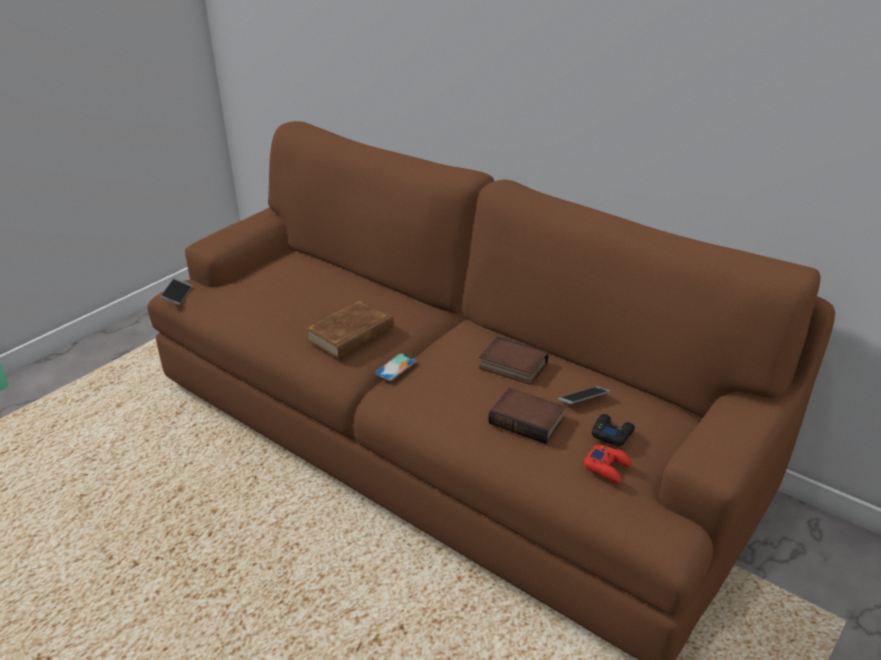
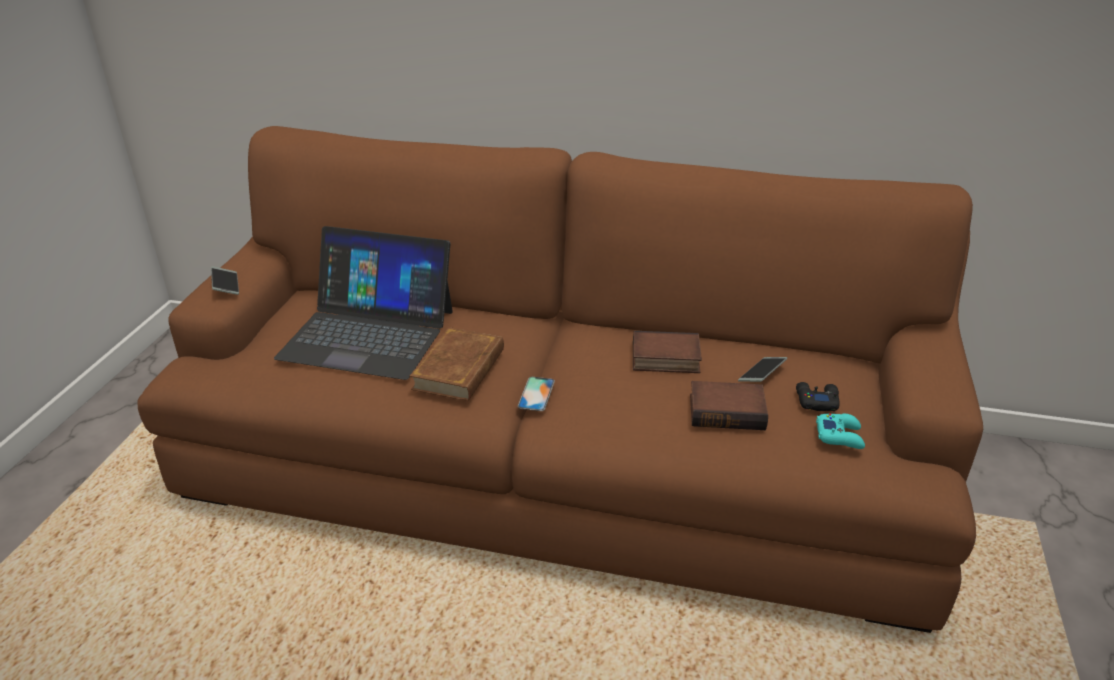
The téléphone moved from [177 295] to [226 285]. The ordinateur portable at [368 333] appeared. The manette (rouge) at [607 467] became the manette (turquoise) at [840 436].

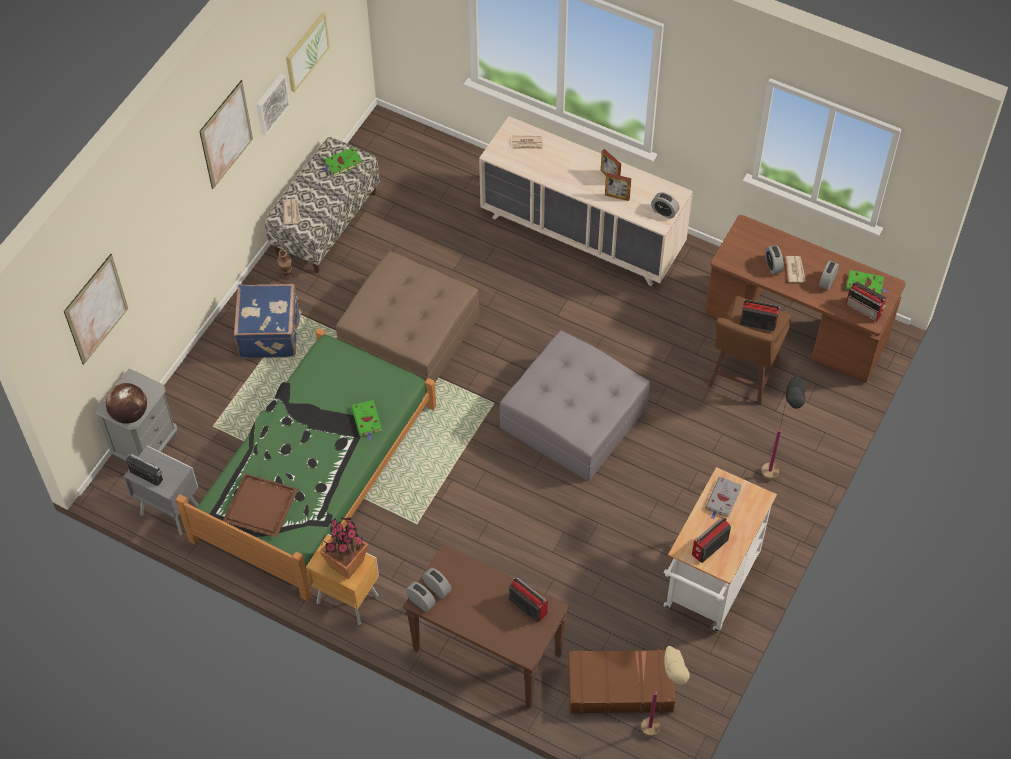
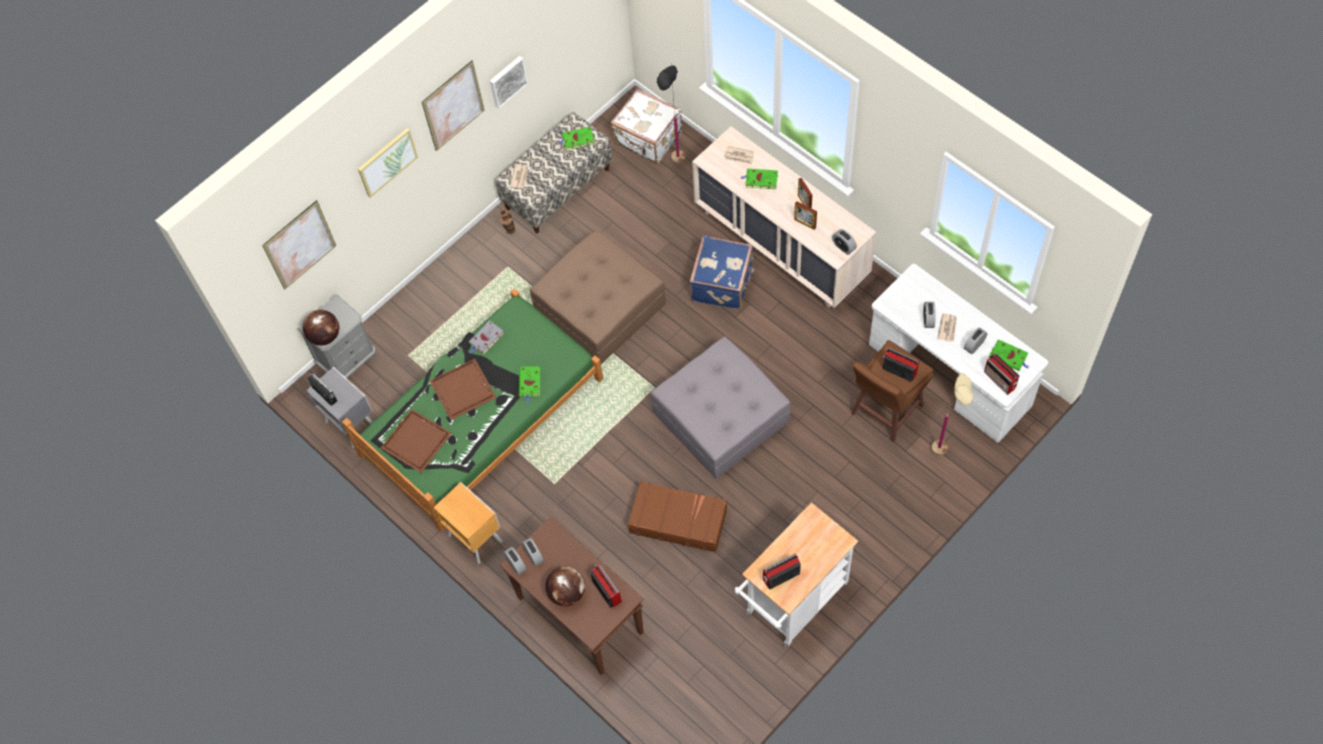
The tableau moved from [306 51] to [387 161]. The plateau (marron) at [464 390] appeared. The livre (gris) moved from [723 499] to [486 339]. The globe at [567 593] appeared. The valise (blanc) at [648 139] appeared. The valise (marron) moved from [620 686] to [678 520]. The lampadaire (noir) moved from [771 487] to [675 170]. The valise (bleu) moved from [270 333] to [723 283]. The livre (vert) at [760 180] appeared. The bureau (marron) at [795 328] became the bureau (blanc) at [949 376]. The lampadaire (beige) moved from [657 744] to [942 462]. The plante en pot at [346 563] disappeared.

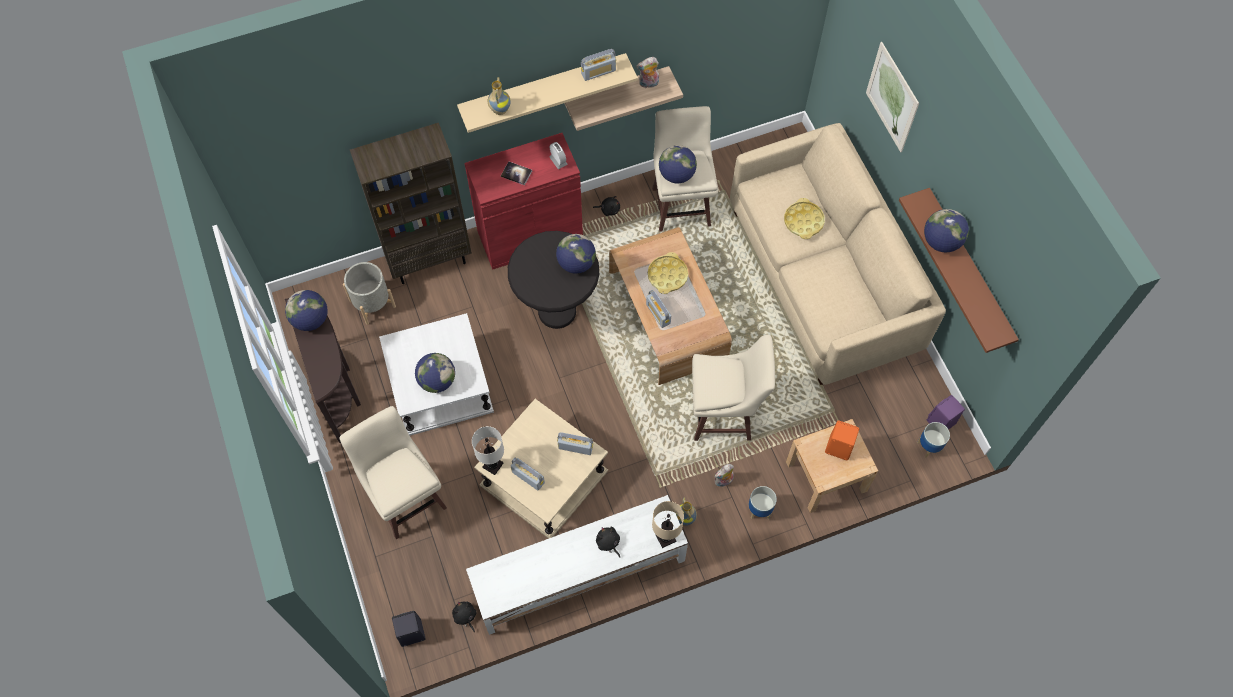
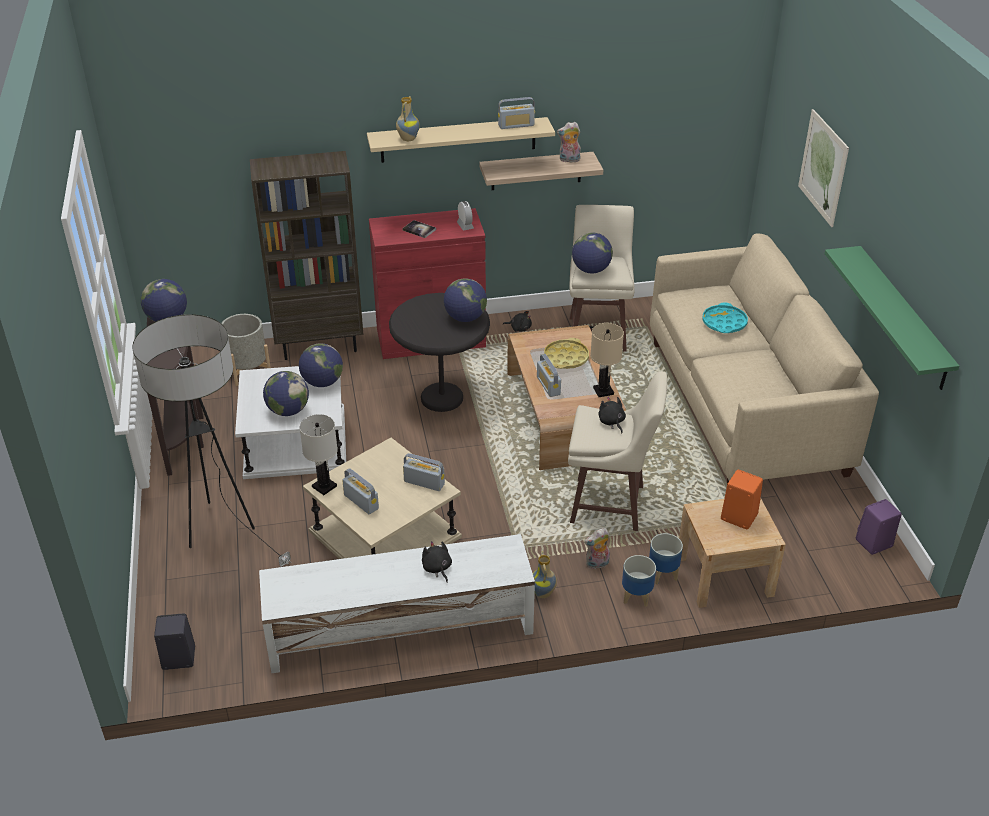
The tabouret (beige) at [406 498] was replaced by the lampadaire at [222 531]. The globe moved from [941 242] to [322 382]. The lampe de table (beige) moved from [665 538] to [603 391]. The peluche (noir) moved from [465 616] to [611 422]. The cache-pot moved from [929 446] to [662 574]. The plateau (jaune) at [803 221] became the plateau (turquoise) at [724 323]. The étagère (marron) at [968 269] became the étagère (vert) at [902 318].

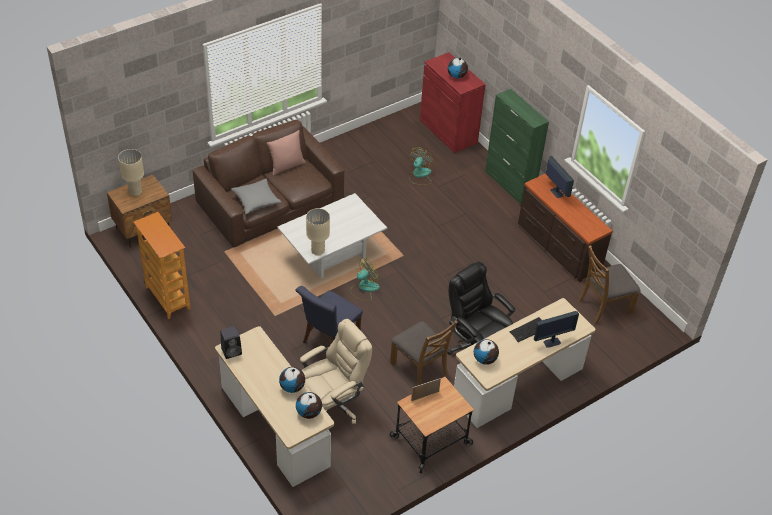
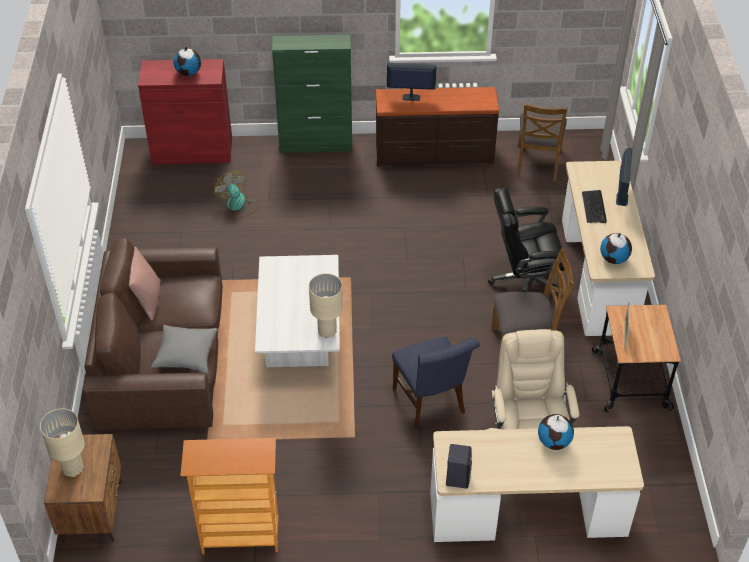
The globe at [309 413] disappeared. The ventilateur at [364 288] disappeared.

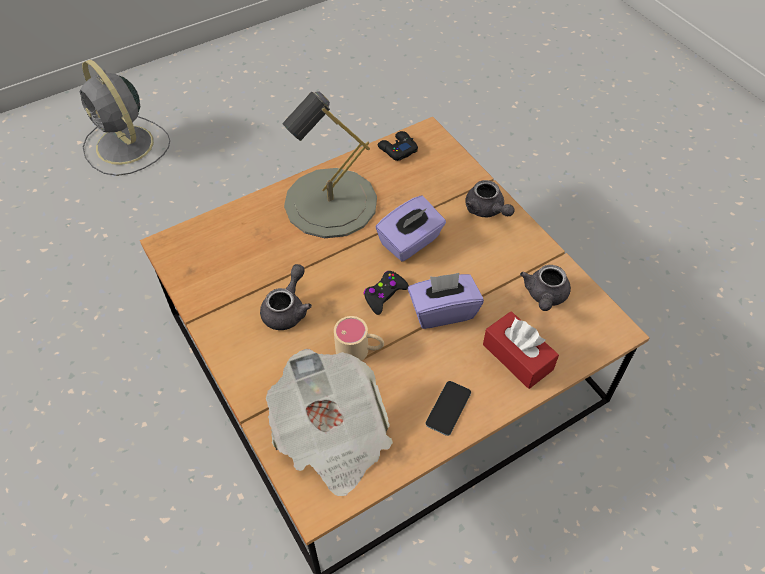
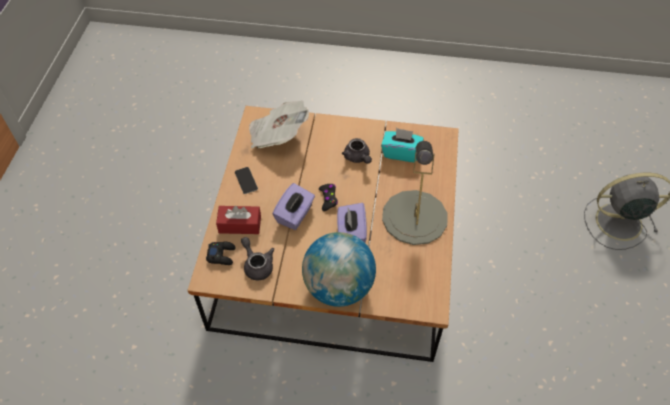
The manette (noir) moved from [397 149] to [221 255]. The théière (gris) at [487 210] was replaced by the globe at [338 287]. The boîte à mouchoirs (turquoise) at [401 153] appeared. The mug (beige) at [359 350] disappeared.

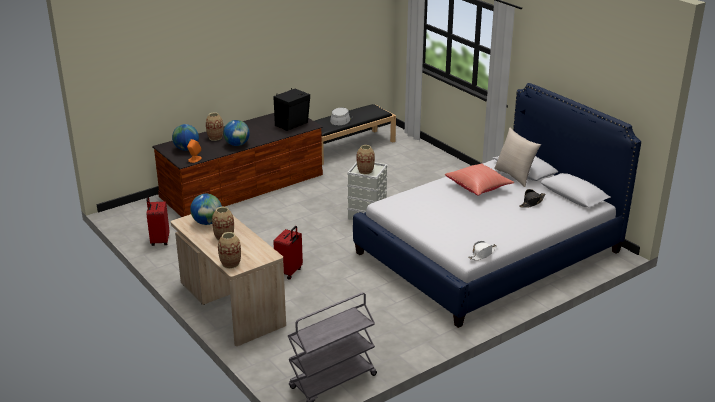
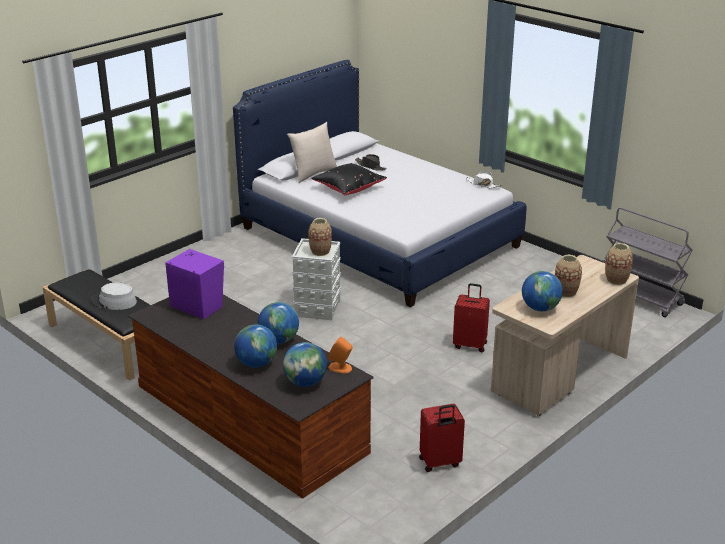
The enceinte (noir) at [293 124] became the enceinte (violet) at [197 305]. The vase at [215 137] was replaced by the globe at [256 363]. The coussin (rouge) at [478 188] became the coussin (noir) at [348 189].

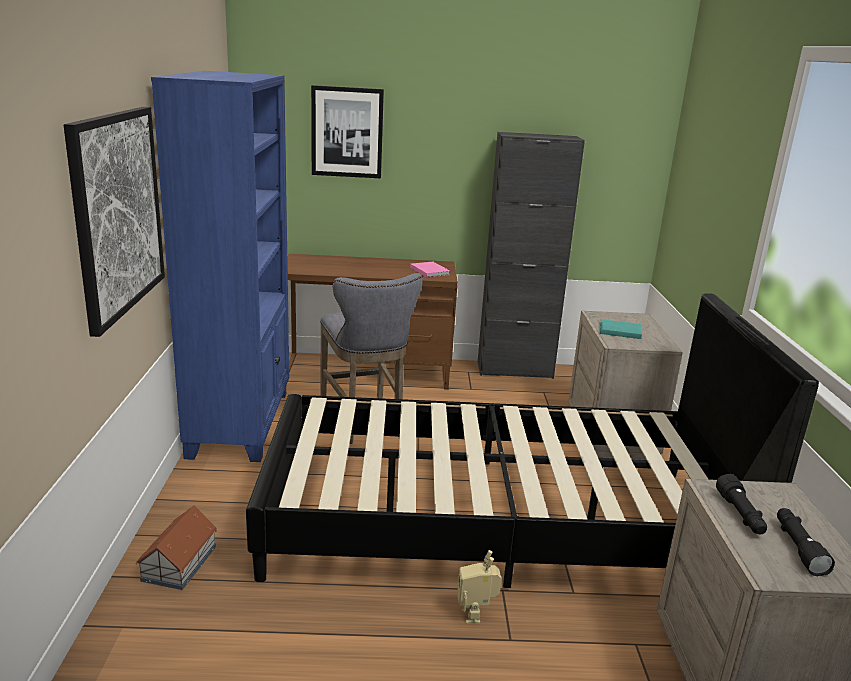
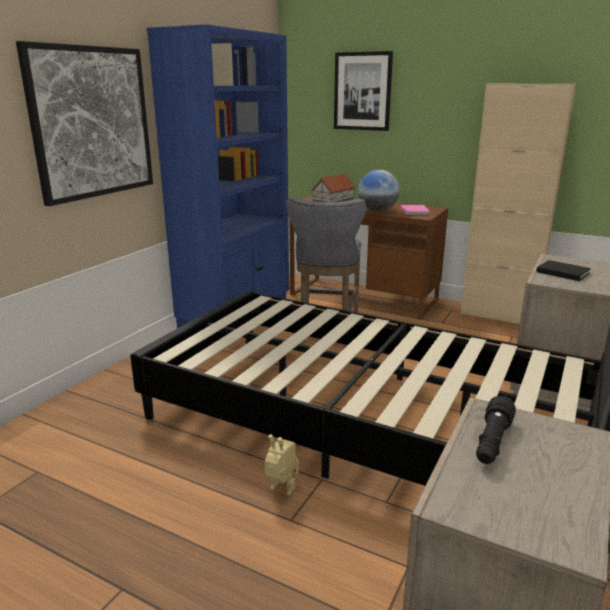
The robot jouet at [476 614] turned 90 degrees clockwise. The maison miniature moved from [180 562] to [333 201]. The globe at [378 211] appeared. The meuble de rangement (noir) at [514 370] became the meuble de rangement (beige) at [498 315]. The livre (turquoise) at [618 331] became the livre (noir) at [562 272]. The lampe de poche (noir) at [798 548] disappeared.

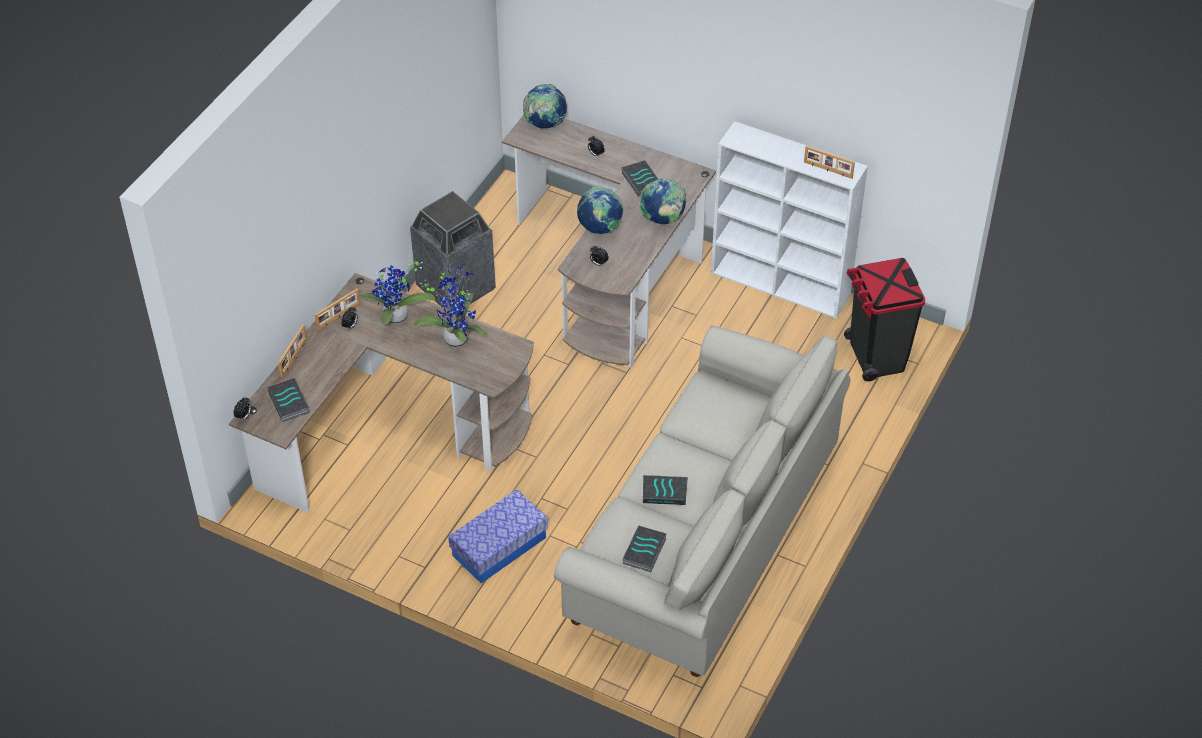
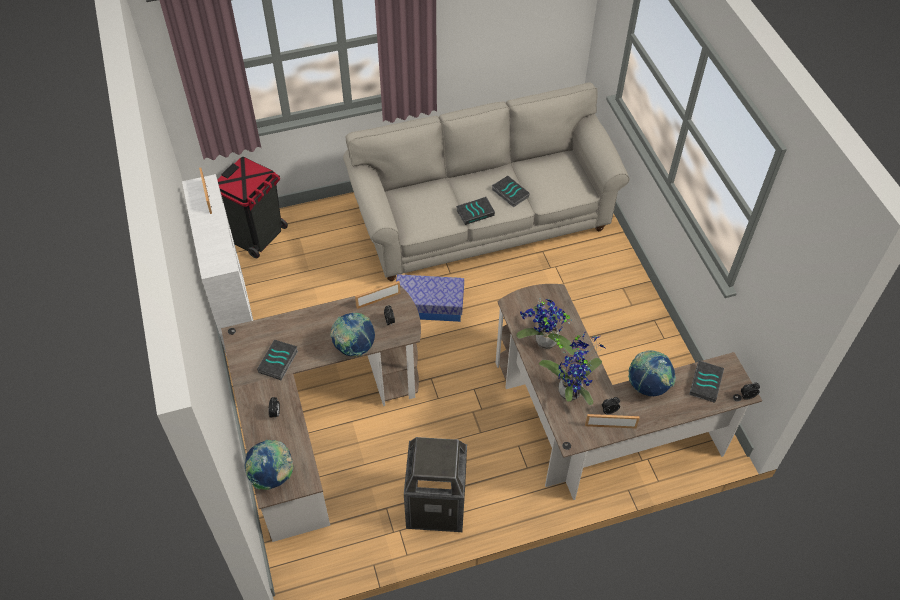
The cadre photo moved from [294 358] to [378 300]. The boîte de rangement moved from [499 546] to [429 306]. The livre moved from [645 552] to [475 212]. The globe moved from [663 219] to [648 386].

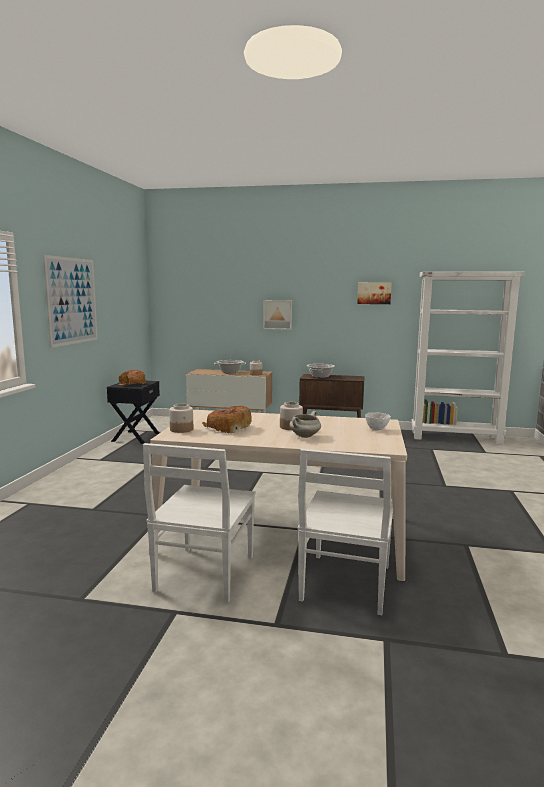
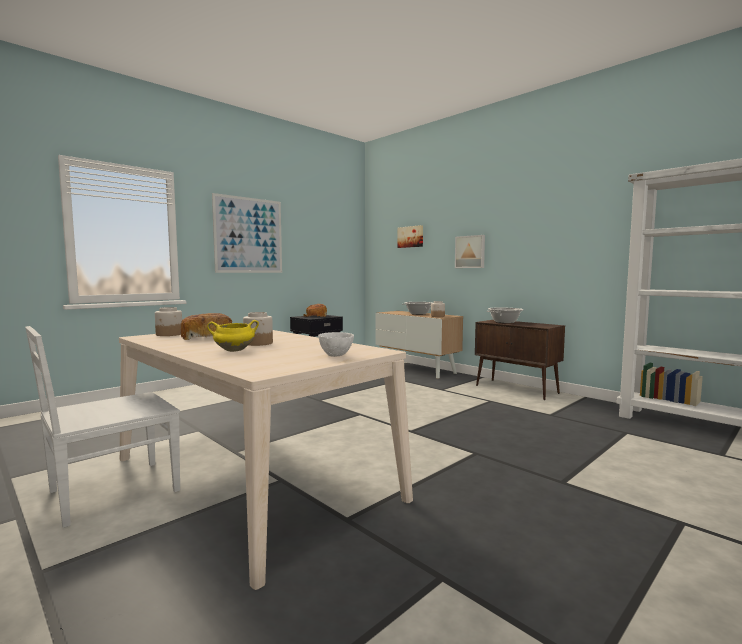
The marmite (blanc) at [304 436] became the marmite (jaune) at [233 351]. The tableau moved from [374 293] to [410 237]. The chaise (blanc) at [345 584] disappeared.

